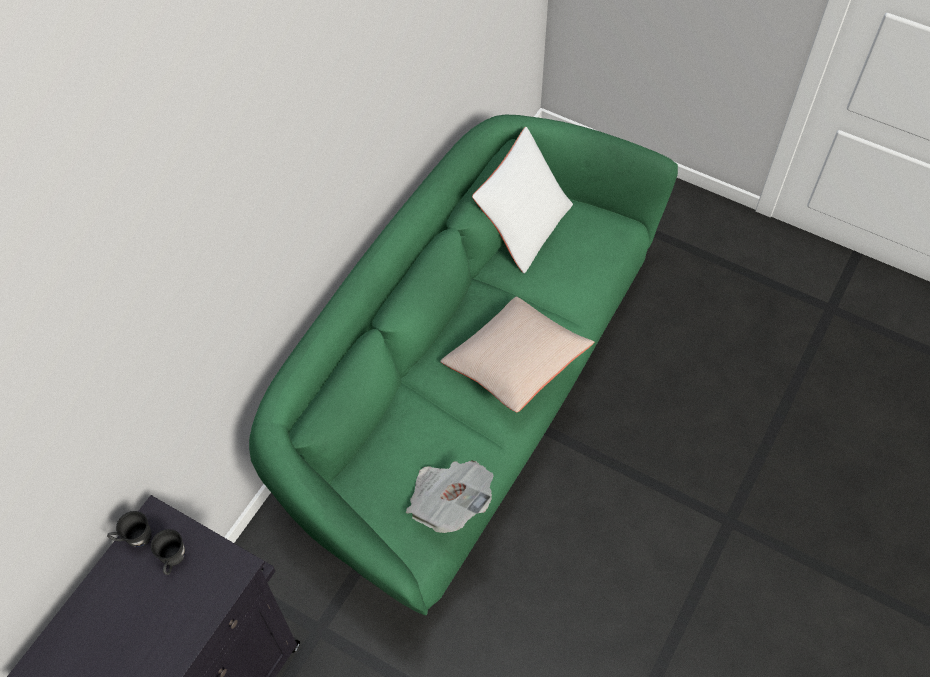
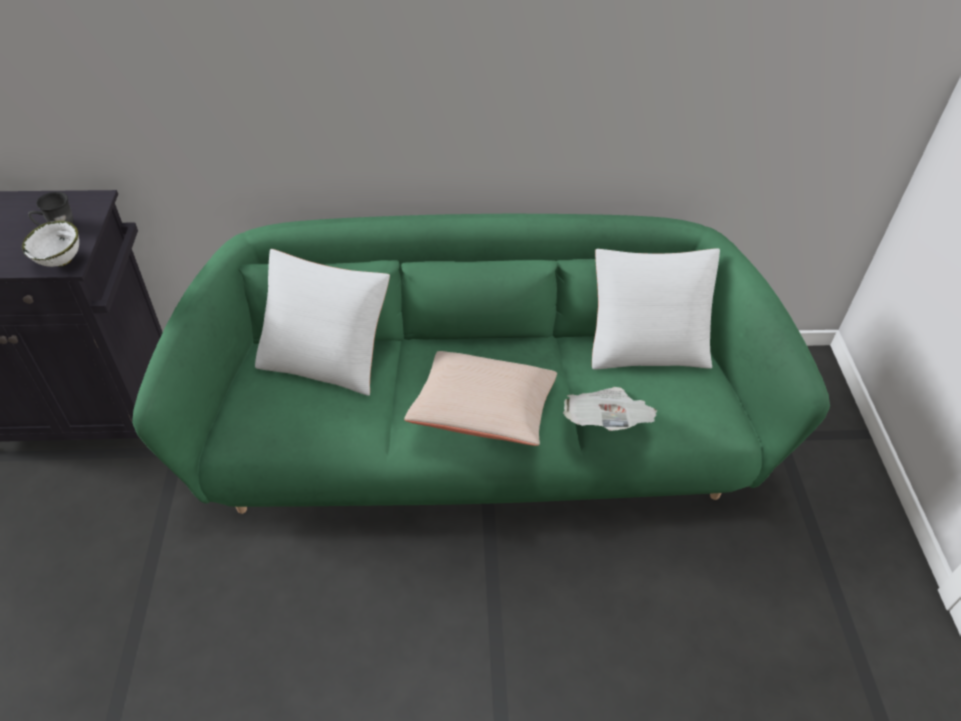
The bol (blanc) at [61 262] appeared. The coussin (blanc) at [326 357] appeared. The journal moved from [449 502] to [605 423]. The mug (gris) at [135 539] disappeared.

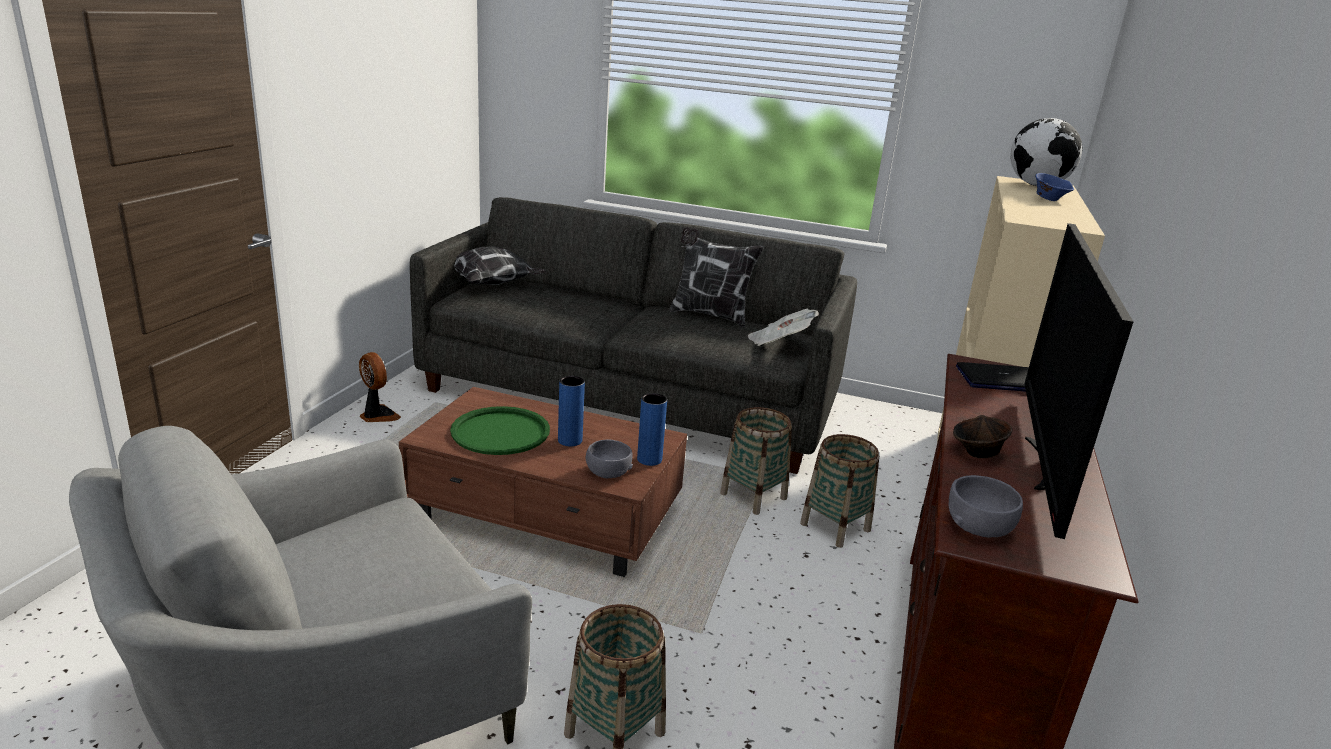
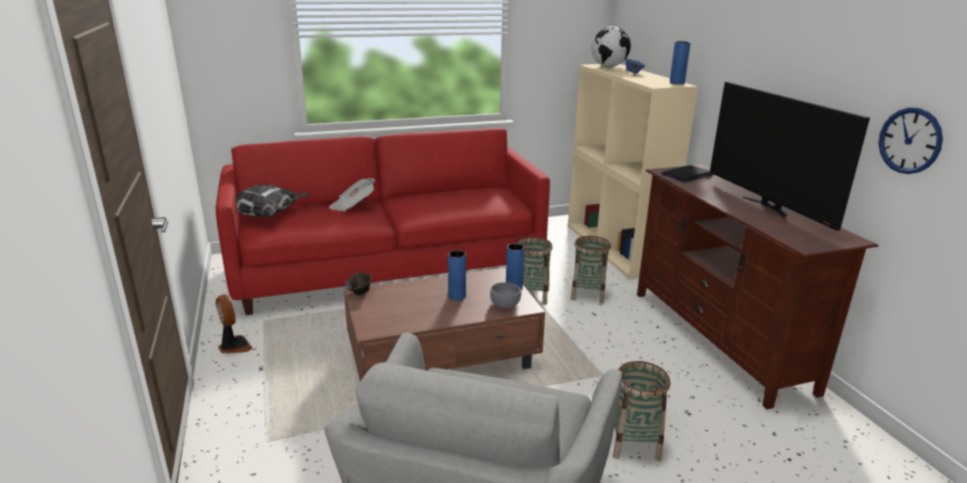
The canapé (gris) at [631 397] became the canapé (rouge) at [389 267]. The ventilateur at [378 416] turned 45 degrees clockwise. The journal moved from [779 343] to [353 206]. The bol (marron) moved from [977 453] to [359 292]. The vase (bleu) at [677 83] appeared. The horloge murale at [910 140] appeared. The plateau (vert) at [500 432] disappeared. The coussin at [709 315] disappeared. The bol (gris) at [978 526] disappeared.

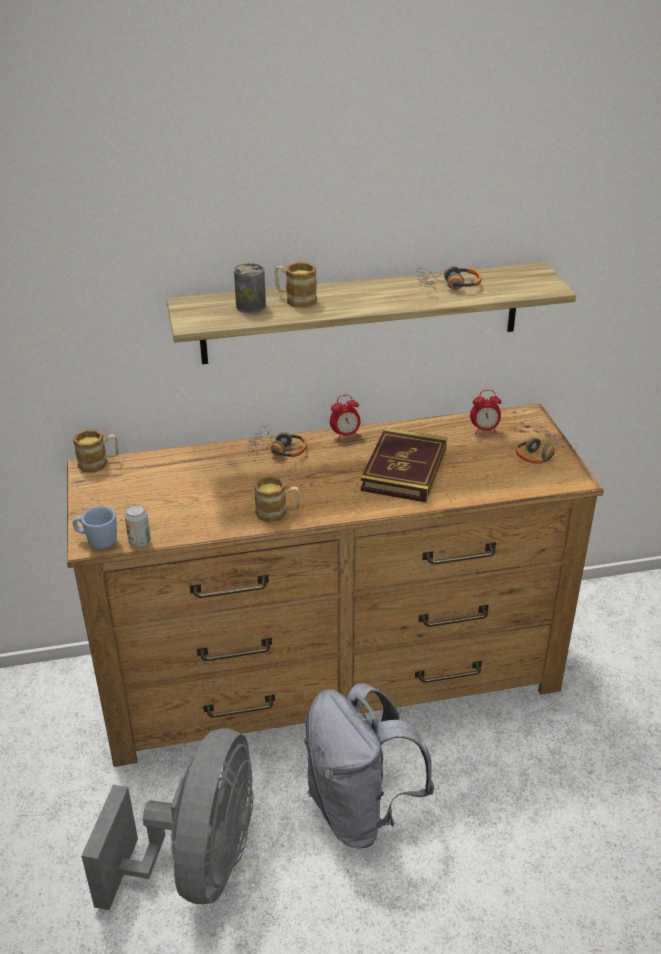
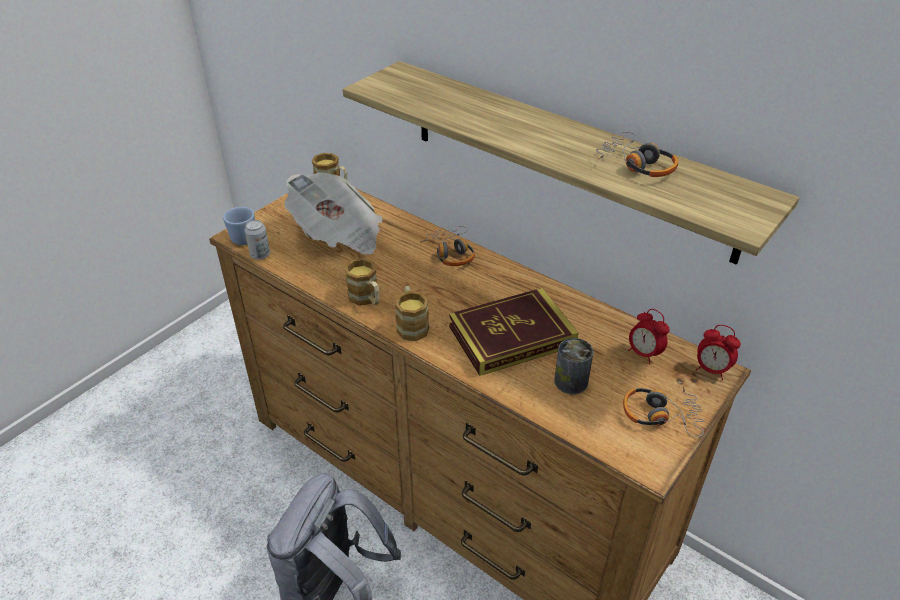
The journal at [338 234] appeared. The mug moved from [295 299] to [411 324]. The boîte métallique moved from [251 306] to [571 382]. The réveil moved from [345 435] to [711 370]. The ventilateur (gris) at [197 865] disappeared.

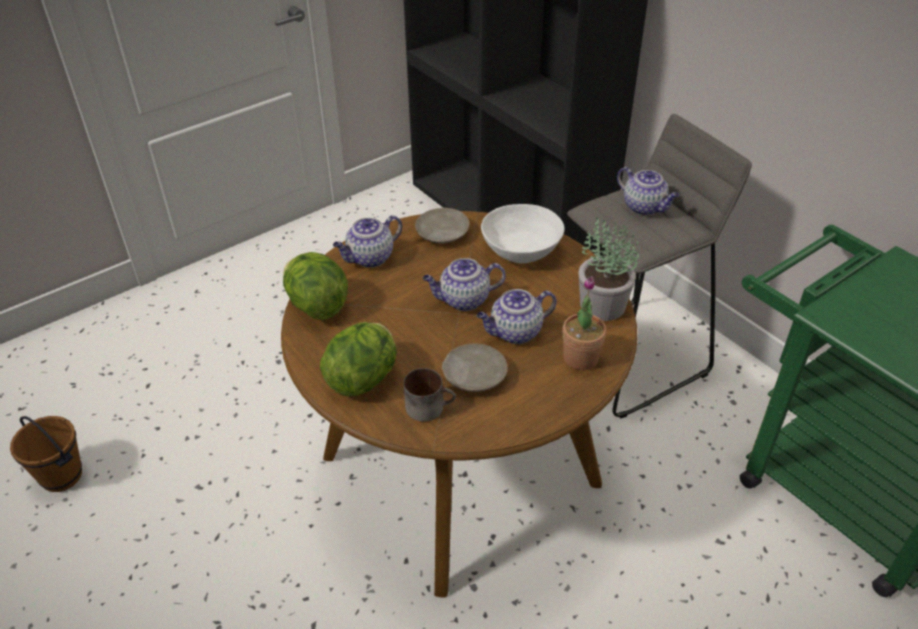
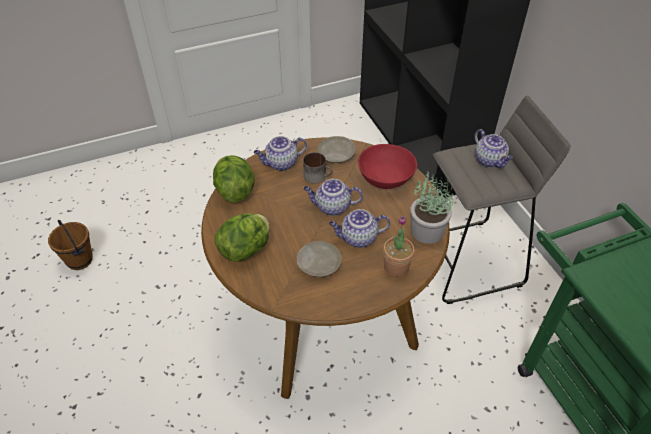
The mug moved from [430 406] to [318 176]. The bol (blanc) at [522 250] became the bol (rouge) at [386 178].

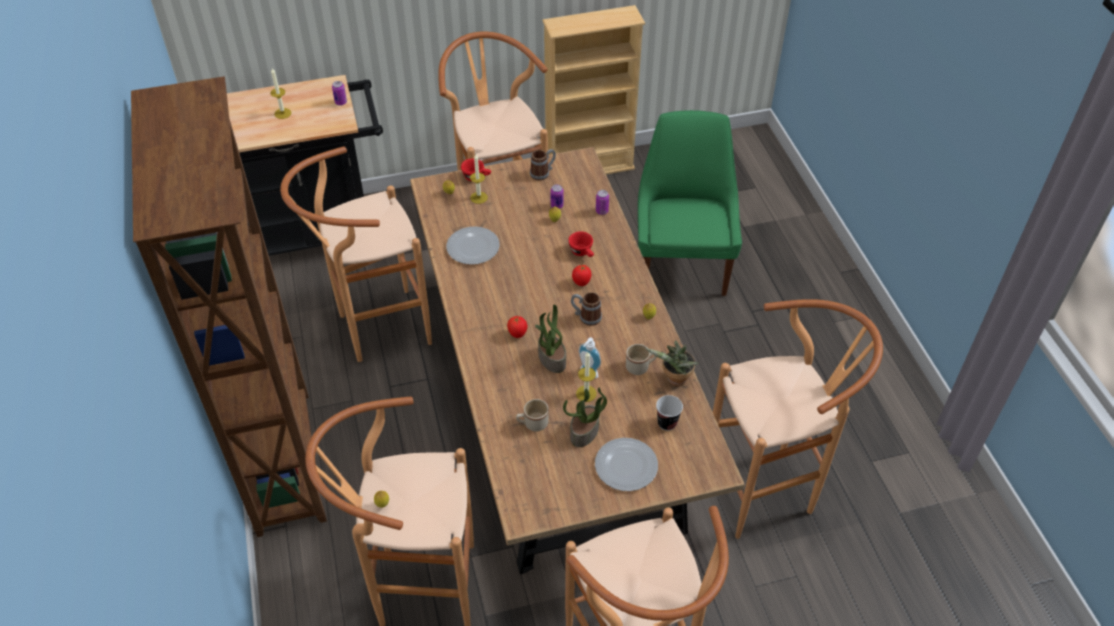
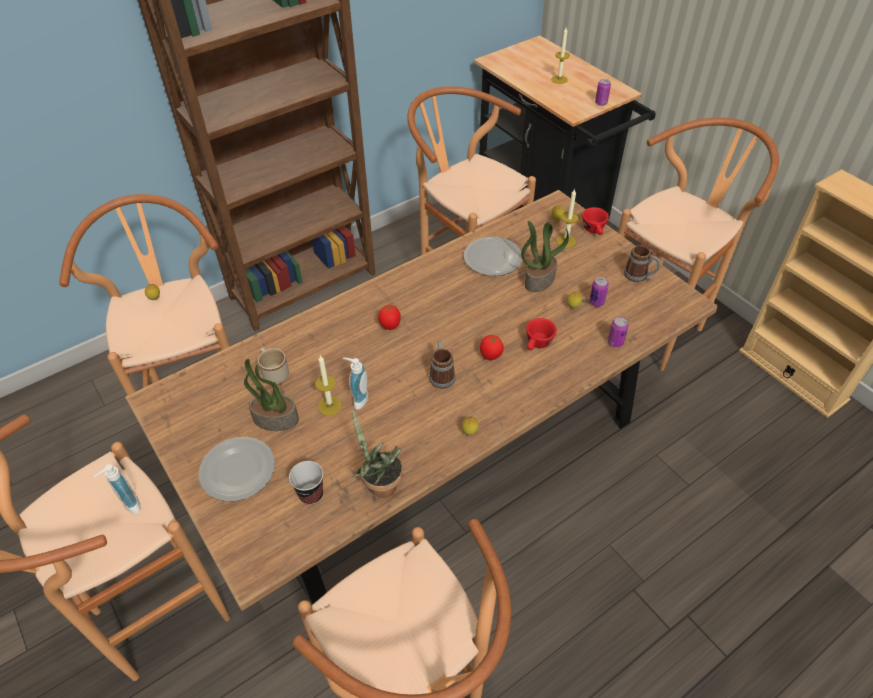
The distributeur de savon at [128 505] appeared. The plante en pot moved from [551 359] to [539 280]. The mug (beige) at [640 367] disappeared. The chaise (vert) at [682 264] disappeared.

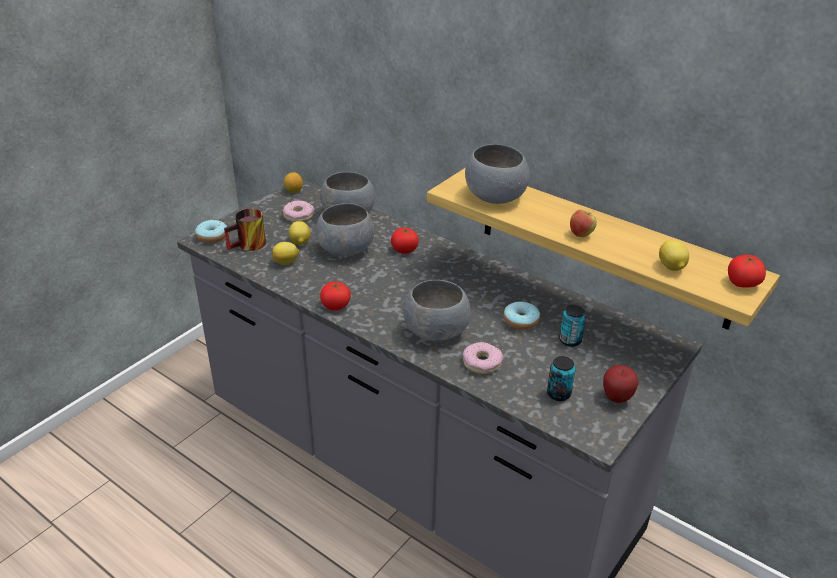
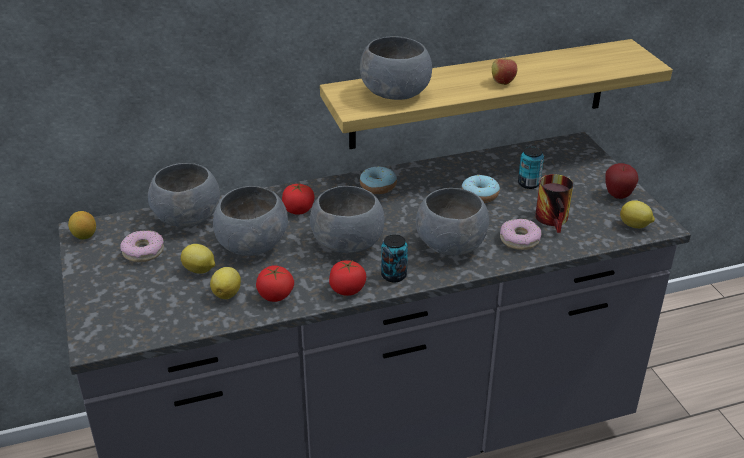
The tomate moved from [742 283] to [275 295]. The bol (gris) at [349 243] appeared. The beignet moved from [212 236] to [378 186]. The boîte métallique moved from [558 394] to [394 275]. The mug moved from [249 246] to [555 220]. The citron moved from [671 267] to [635 225].

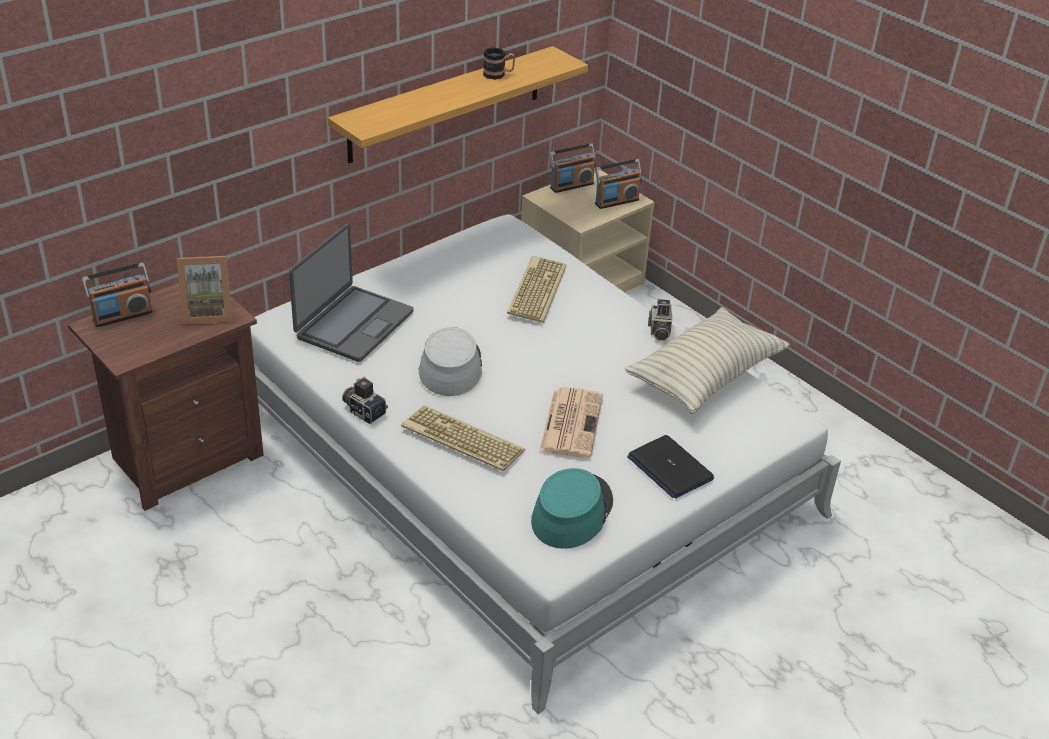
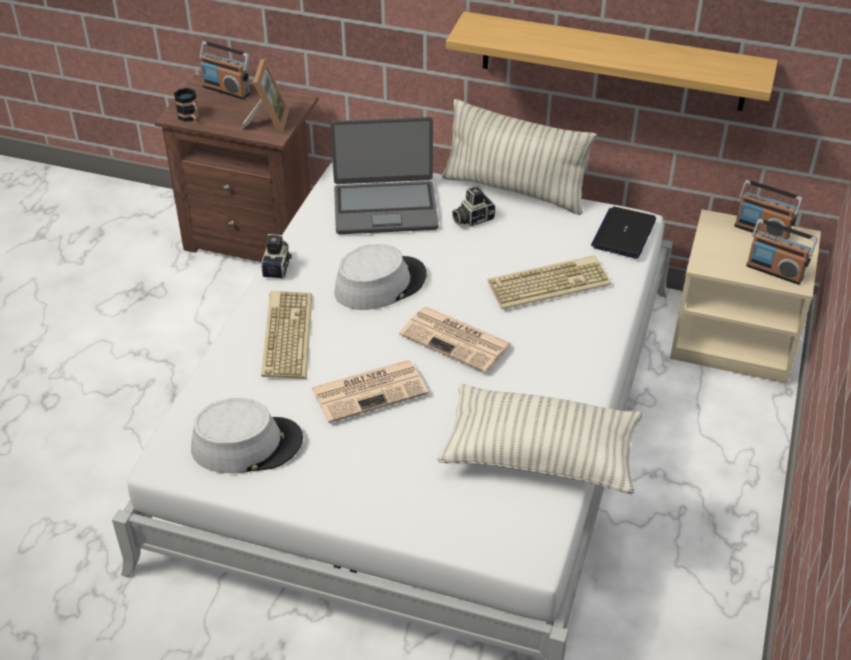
The mug moved from [498 74] to [190 117]. The chapeau (turquoise) at [571 512] became the chapeau (gris) at [247 444]. The cadre photo at [208 312] turned 135 degrees counterclockwise. The journal at [457 340] appeared. The coussin at [514 190] appeared. The appareil photo moved from [659 331] to [472 219]. The ordinateur portable moved from [669 468] to [624 233].

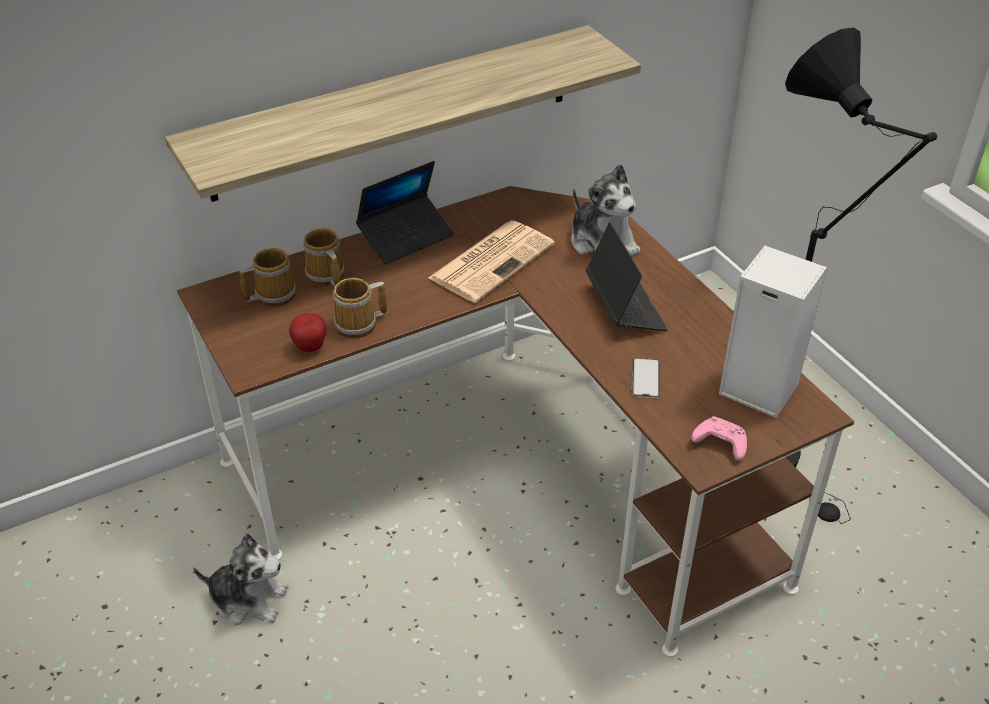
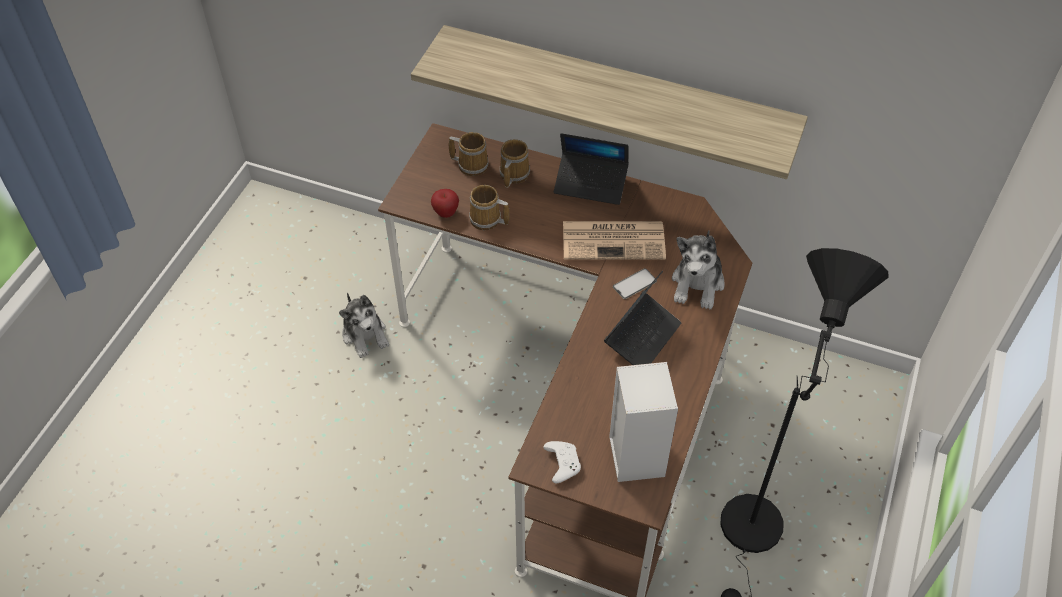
The manette (rose) at [719 443] became the manette (blanc) at [561 463]. The téléphone moved from [645 378] to [634 284].

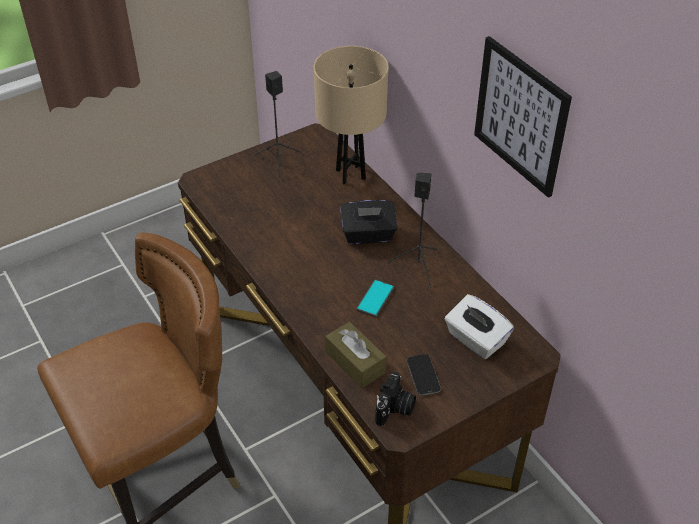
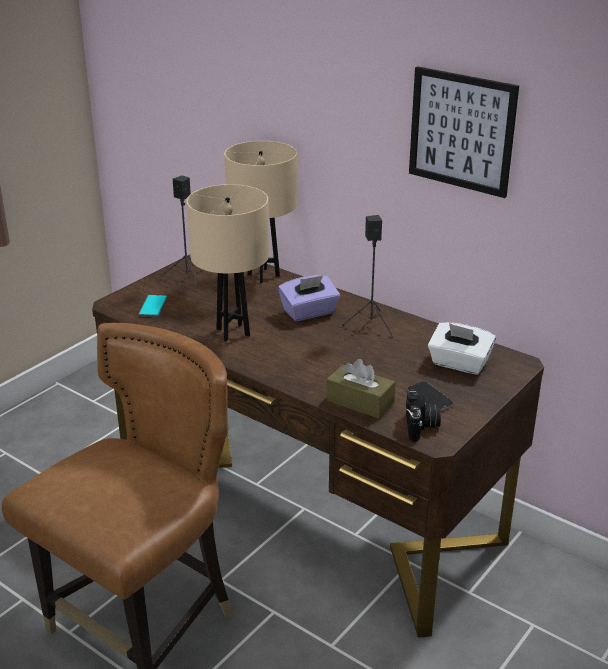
The téléphone moved from [375 299] to [153 306]. The lampe de table (beige) at [233 332] appeared. The boîte à mouchoirs (noir) at [368 235] became the boîte à mouchoirs (violet) at [309 312].

